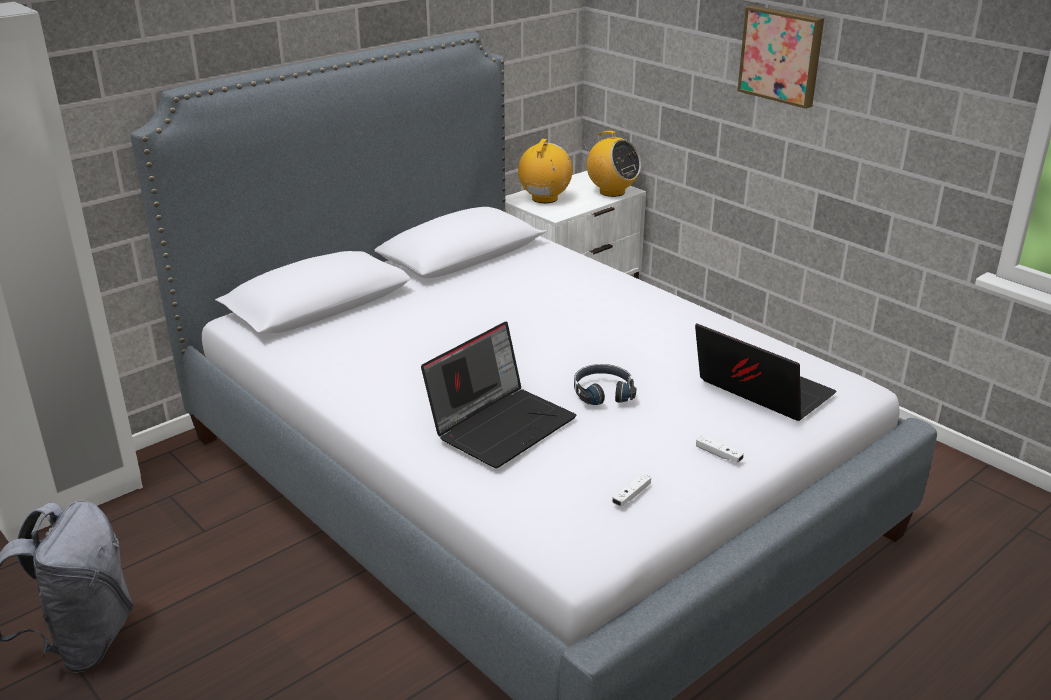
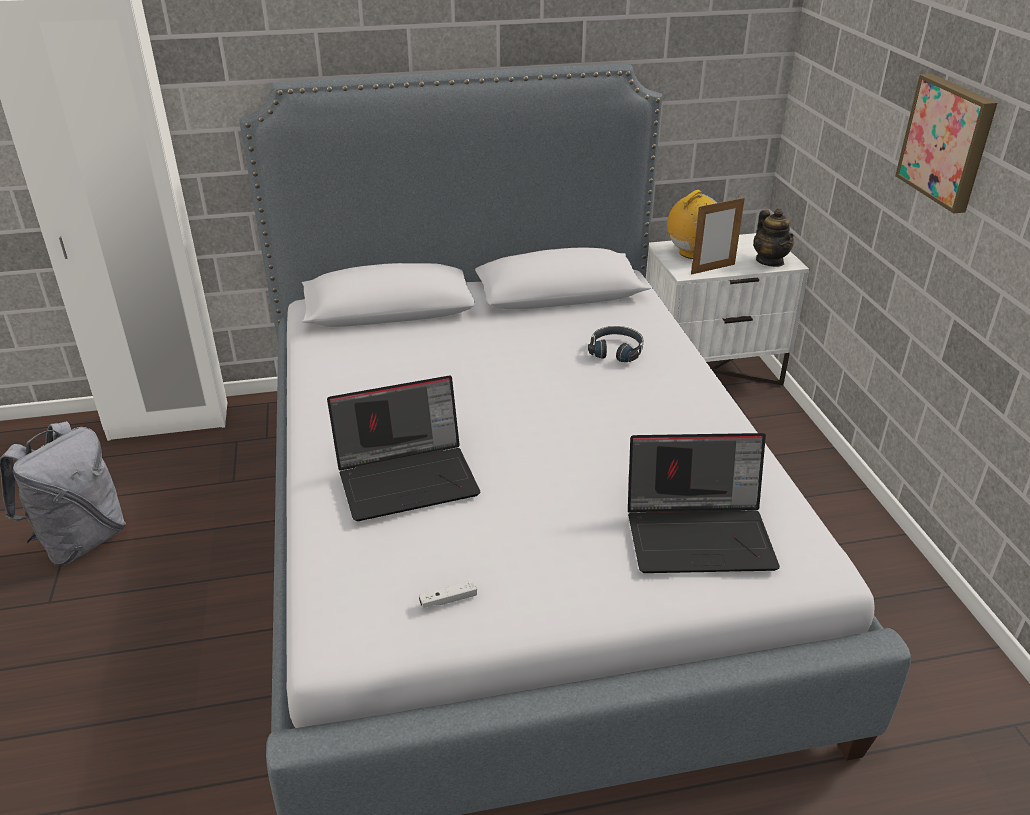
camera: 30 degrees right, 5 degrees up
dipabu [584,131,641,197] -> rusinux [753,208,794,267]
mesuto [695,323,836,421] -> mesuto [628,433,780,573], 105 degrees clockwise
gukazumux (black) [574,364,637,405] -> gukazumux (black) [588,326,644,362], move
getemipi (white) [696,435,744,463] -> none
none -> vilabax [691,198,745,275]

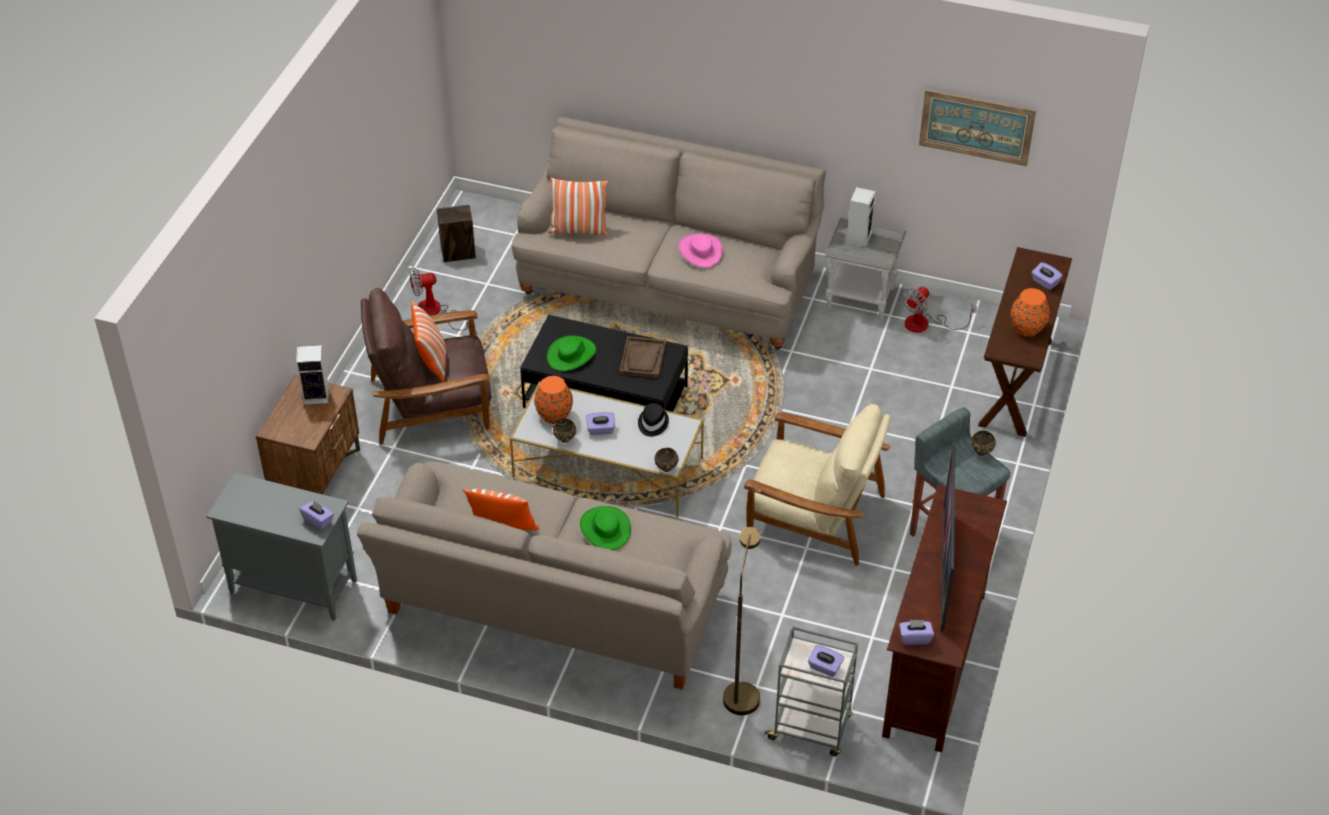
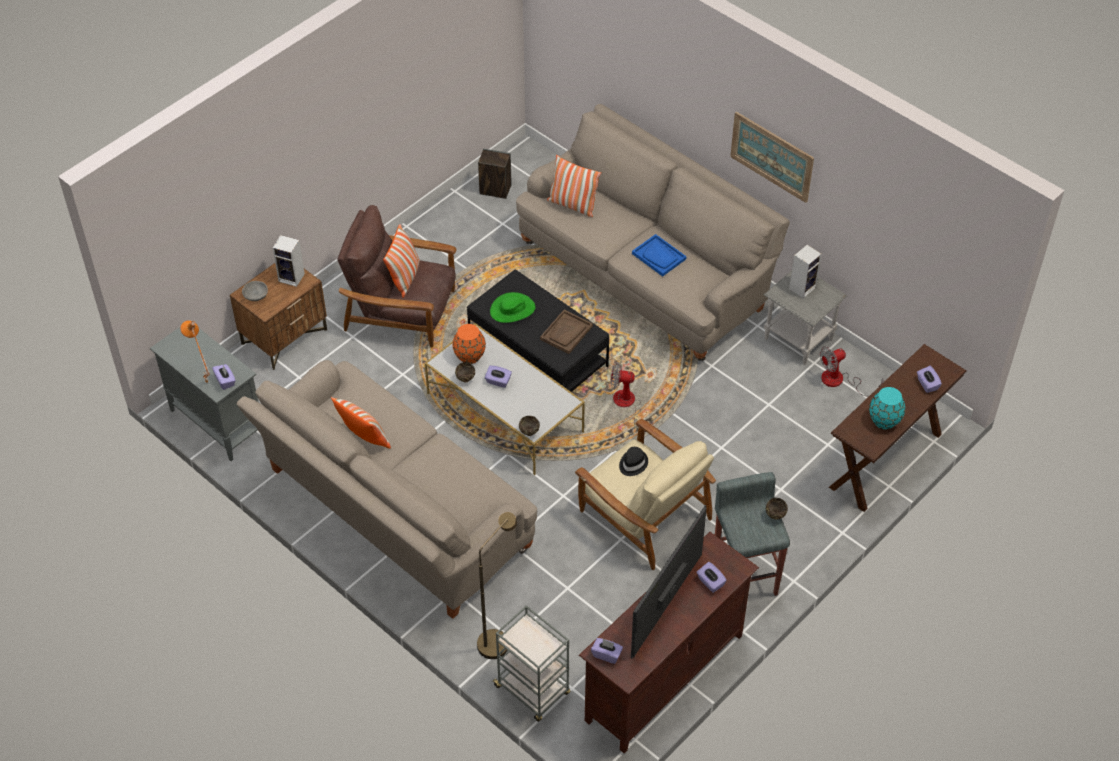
camera: 25 degrees right, 5 degrees up
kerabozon [919,89,1036,166] -> kerabozon [730,112,814,203], move
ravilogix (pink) [679,233,723,268] -> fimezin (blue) [632,234,687,277]
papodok [409,267,468,331] -> papodok [611,362,653,432], move
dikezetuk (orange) [1011,288,1050,337] -> dikezetuk (turquoise) [869,387,905,429]
ravilogix (black) [638,403,669,437] -> ravilogix (black) [619,447,648,476], move
ravilogix (green) [580,506,631,550] -> none
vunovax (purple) [808,645,844,677] -> vunovax (purple) [696,562,727,593], move
none -> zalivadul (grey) [242,281,268,301]
none -> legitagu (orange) [180,320,210,383]

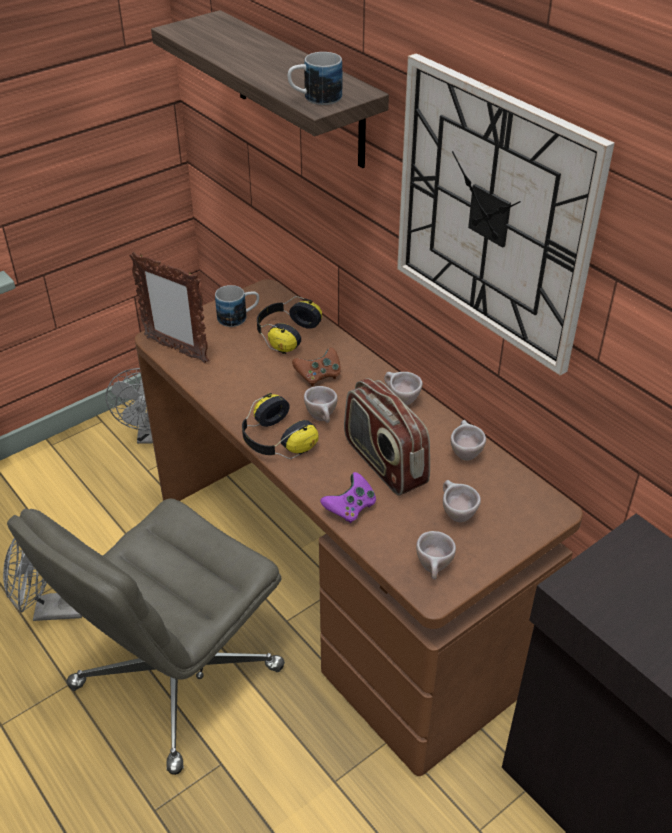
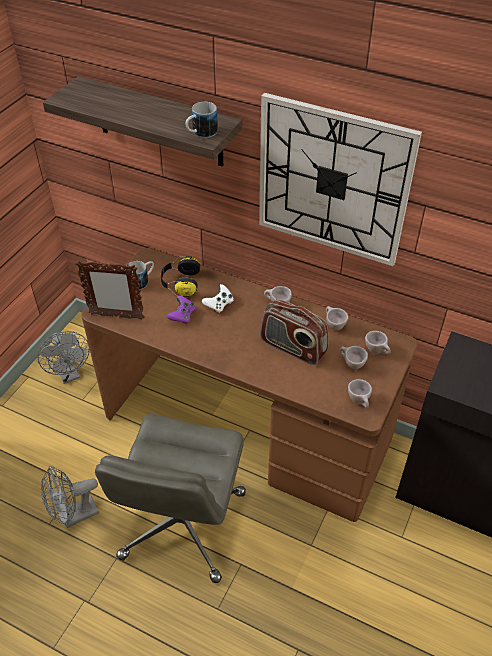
camera: 25 degrees left, 5 degrees up
getemipi (brown) [292,348,341,386] -> getemipi (white) [202,284,234,313]
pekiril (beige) [304,386,337,423] -> pekiril (beige) [365,331,391,354], move
gukazumux [242,393,318,459] -> none
getemipi (purple) [320,472,376,523] -> getemipi (purple) [167,296,196,324], move

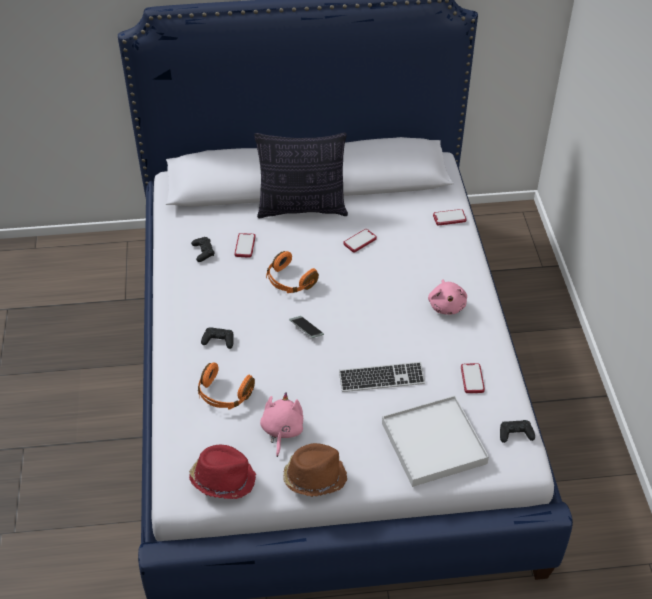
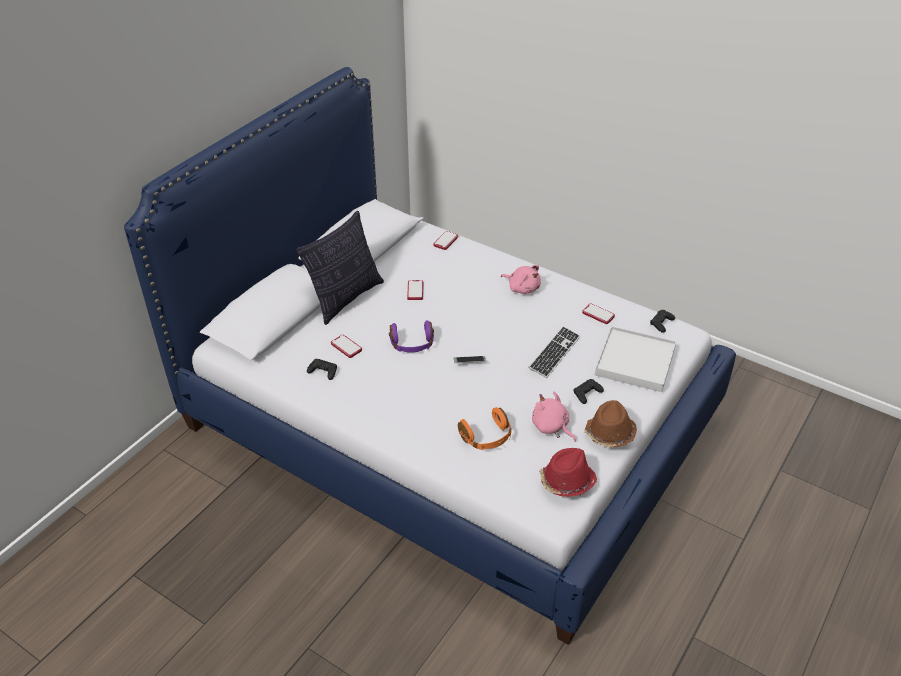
camera: 50 degrees left, 5 degrees down
gukazumux (orange) [266,251,319,293] -> gukazumux (purple) [389,320,434,353]
getemipi (black) [201,327,234,349] -> getemipi (black) [573,379,604,404], move

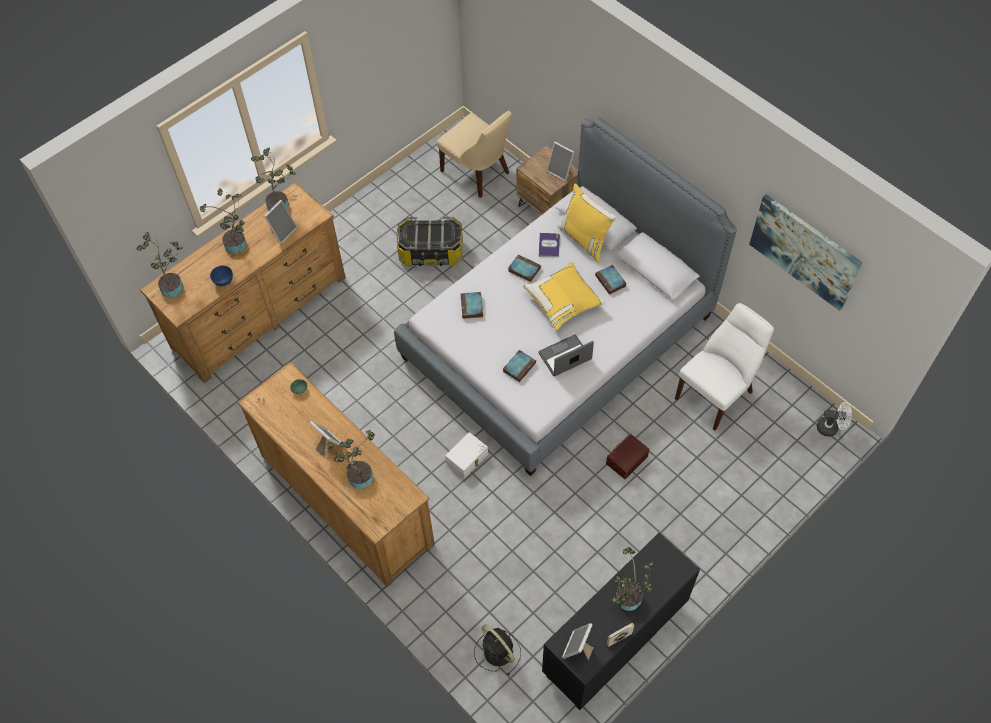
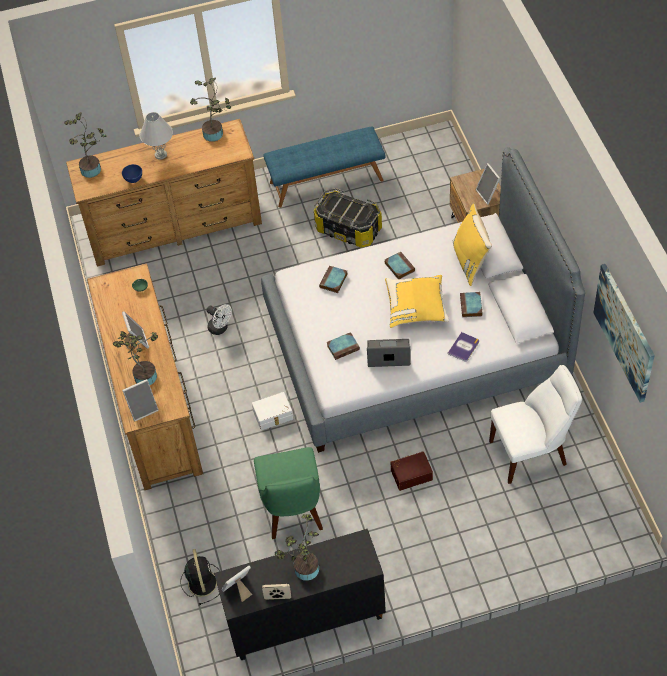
camera: 30 degrees right, 5 degrees down
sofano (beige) [437,110,512,198] -> none
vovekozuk [200,188,247,254] -> legitagu (white) [140,112,173,160]
vilabax [264,200,297,244] -> vilabax [122,379,159,422], move
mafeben [539,233,560,257] -> mafeben [448,332,479,361], move
papodok (white) [817,402,852,437] -> papodok (white) [206,304,232,335], move
none -> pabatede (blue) [263,126,386,208]
none -> sofano (green) [254,447,323,539]

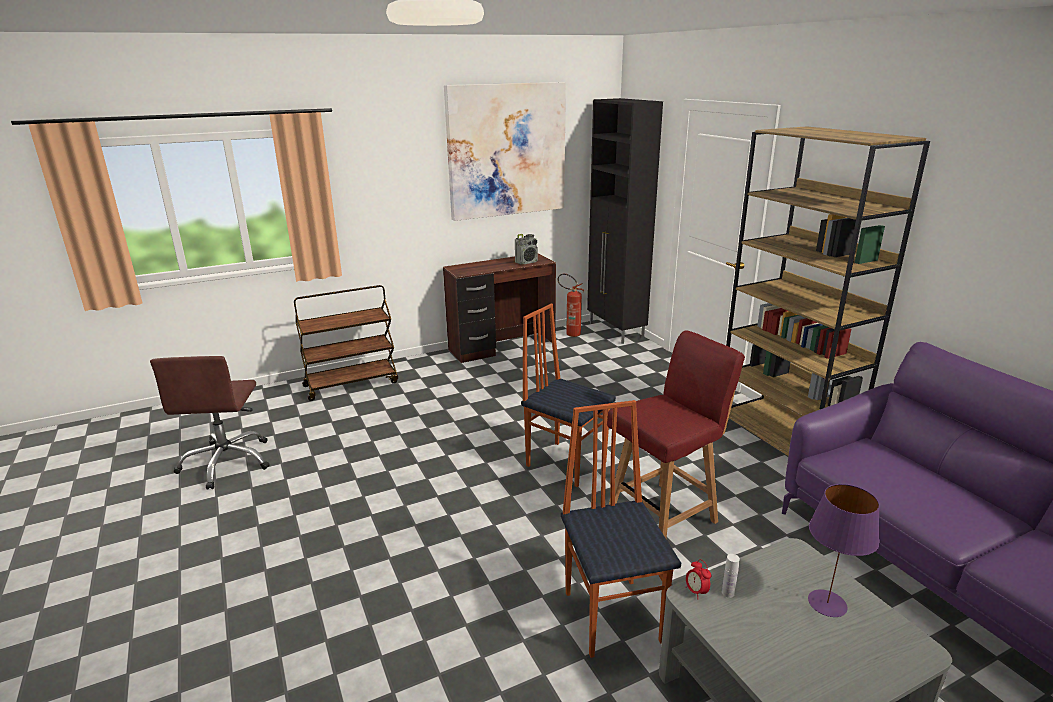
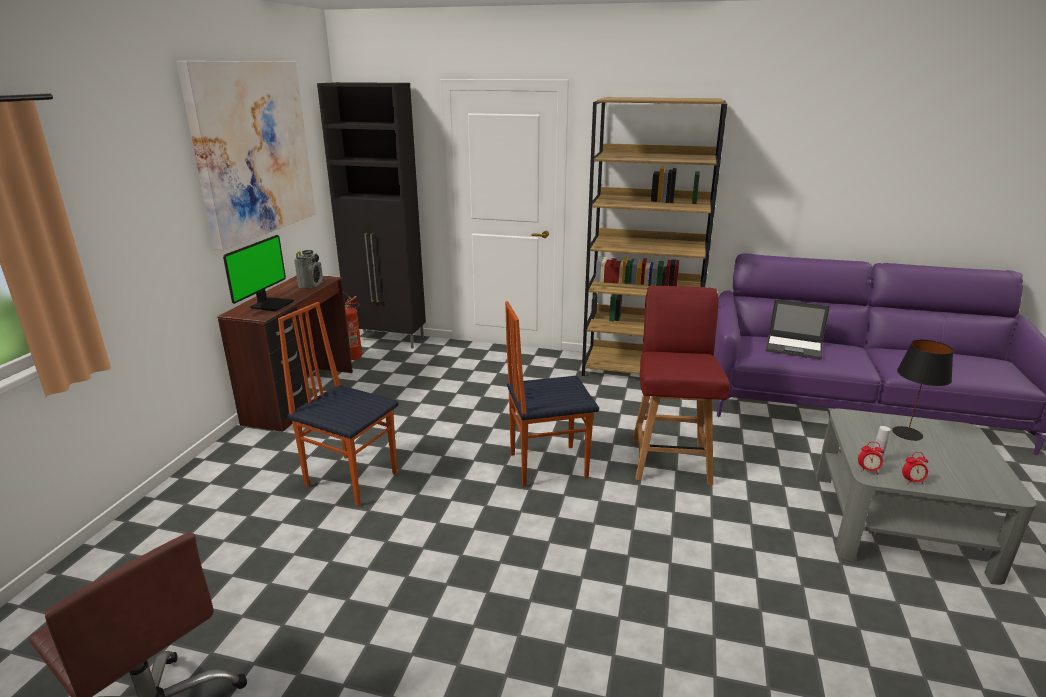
camera: 50 degrees left, 0 degrees up
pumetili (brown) [294,285,398,401] -> none
sofano [561,400,681,658] -> sofano [278,302,398,506], move
legitagu (purple) [808,484,880,617] -> legitagu (black) [892,340,953,441]
none -> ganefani [223,235,294,311]
none -> mesuto [766,299,830,360]
none -> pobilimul [902,452,928,484]

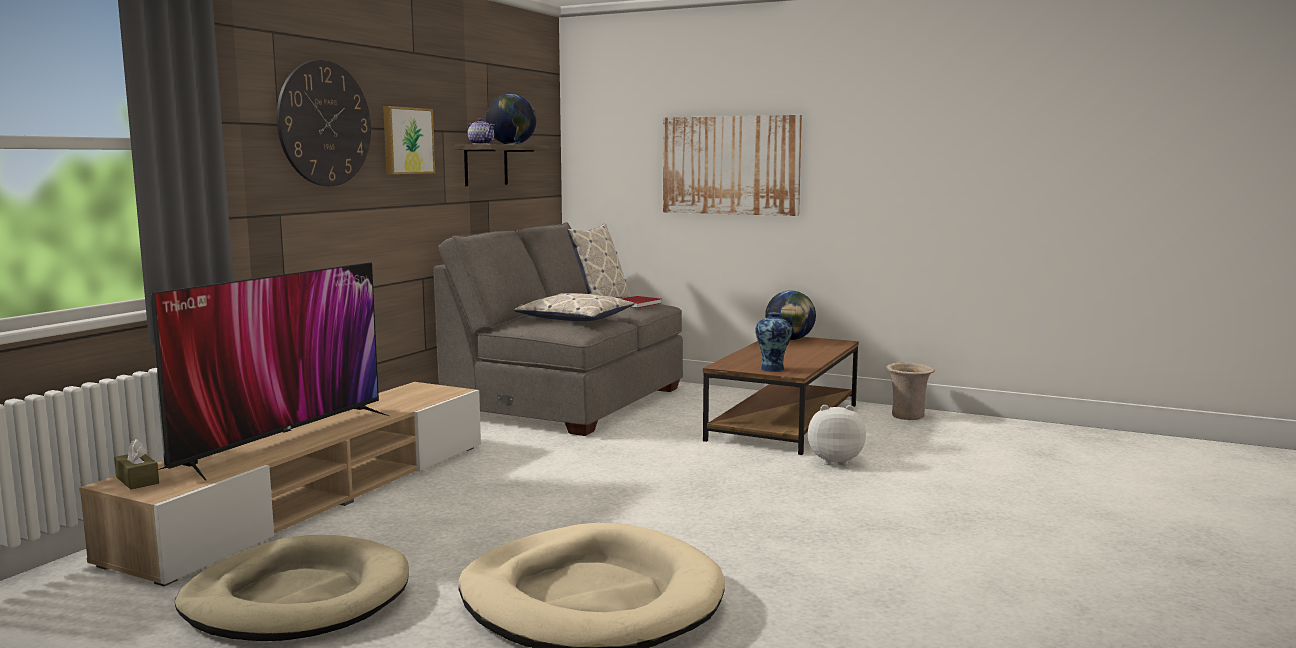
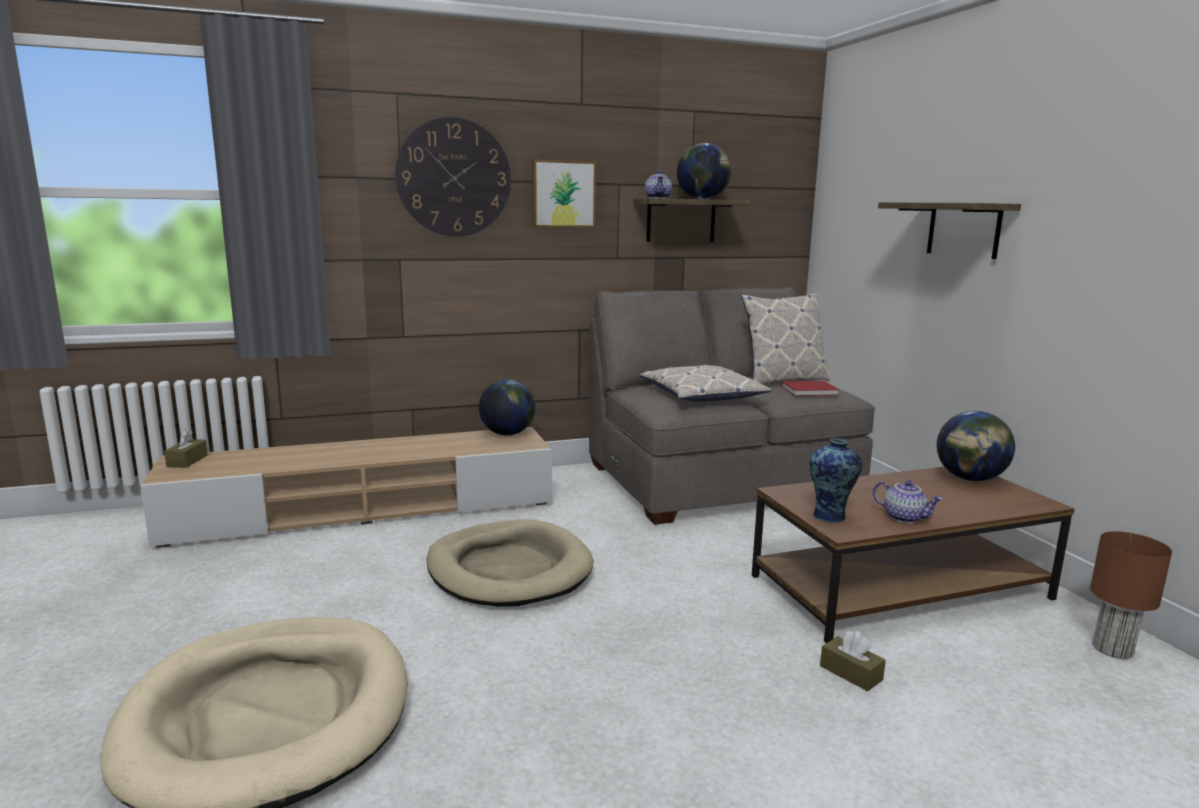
camera: 45 degrees right, 5 degrees up
kerabozon [663,115,802,216] -> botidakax [878,202,1021,259]
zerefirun [151,262,389,481] -> none
dikezetuk (beige) [886,362,935,420] -> legitagu (brown) [1090,531,1172,659]
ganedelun [808,405,866,466] -> vunovax (brown) [820,631,886,691]
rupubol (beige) [175,535,409,641] -> rupubol (beige) [427,519,594,607], move
none -> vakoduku [479,380,535,435]
none -> rusinux [873,480,943,523]

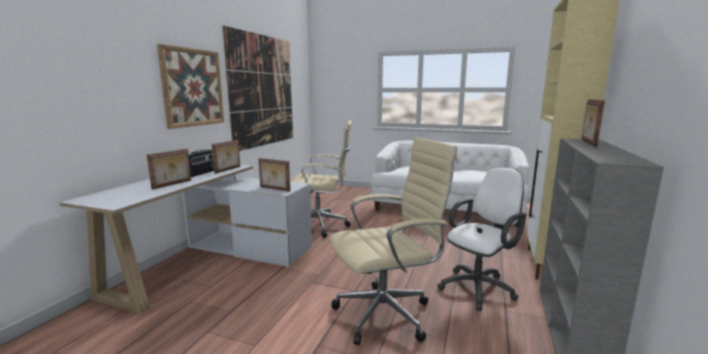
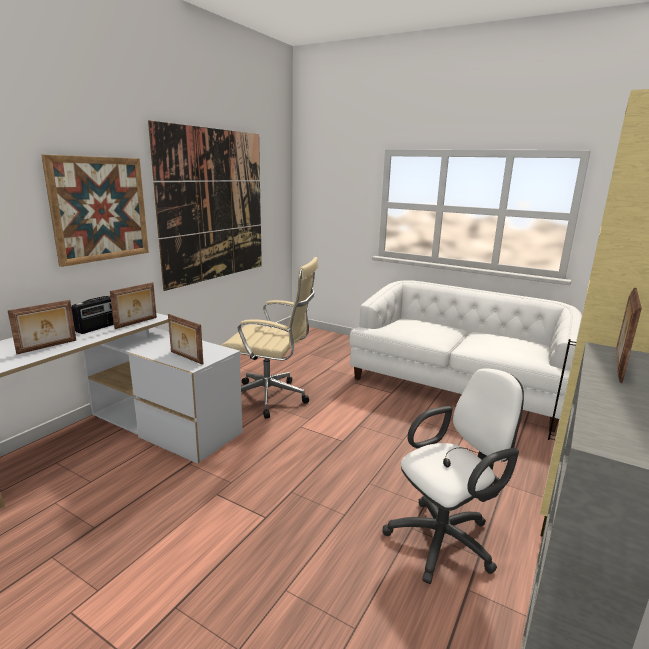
camera: 10 degrees right, 5 degrees up
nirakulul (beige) [330,137,457,345] -> none

